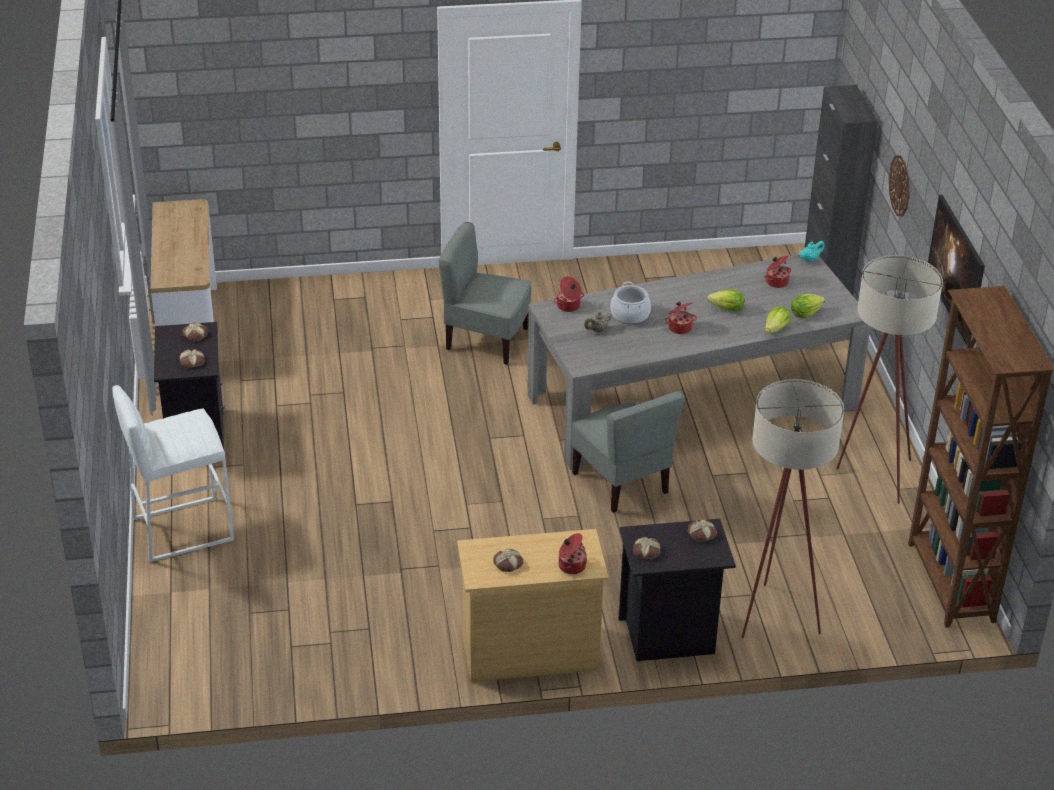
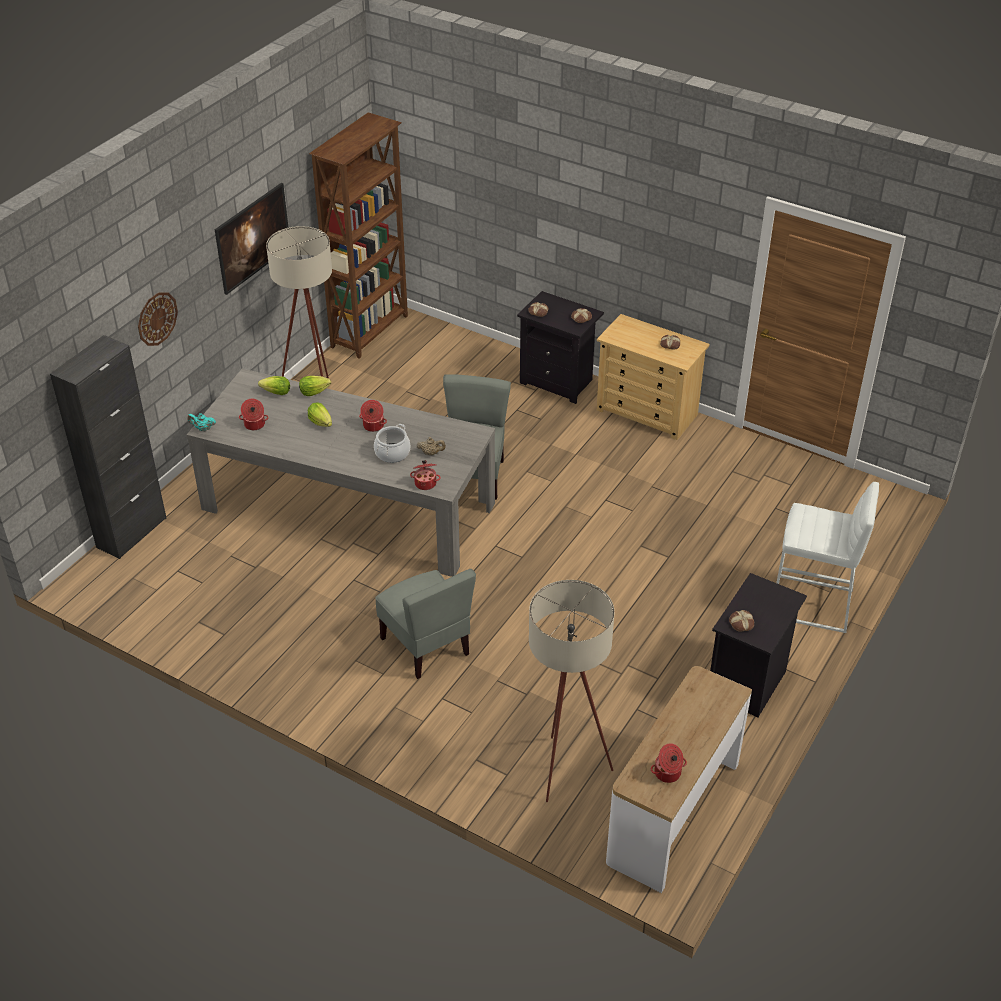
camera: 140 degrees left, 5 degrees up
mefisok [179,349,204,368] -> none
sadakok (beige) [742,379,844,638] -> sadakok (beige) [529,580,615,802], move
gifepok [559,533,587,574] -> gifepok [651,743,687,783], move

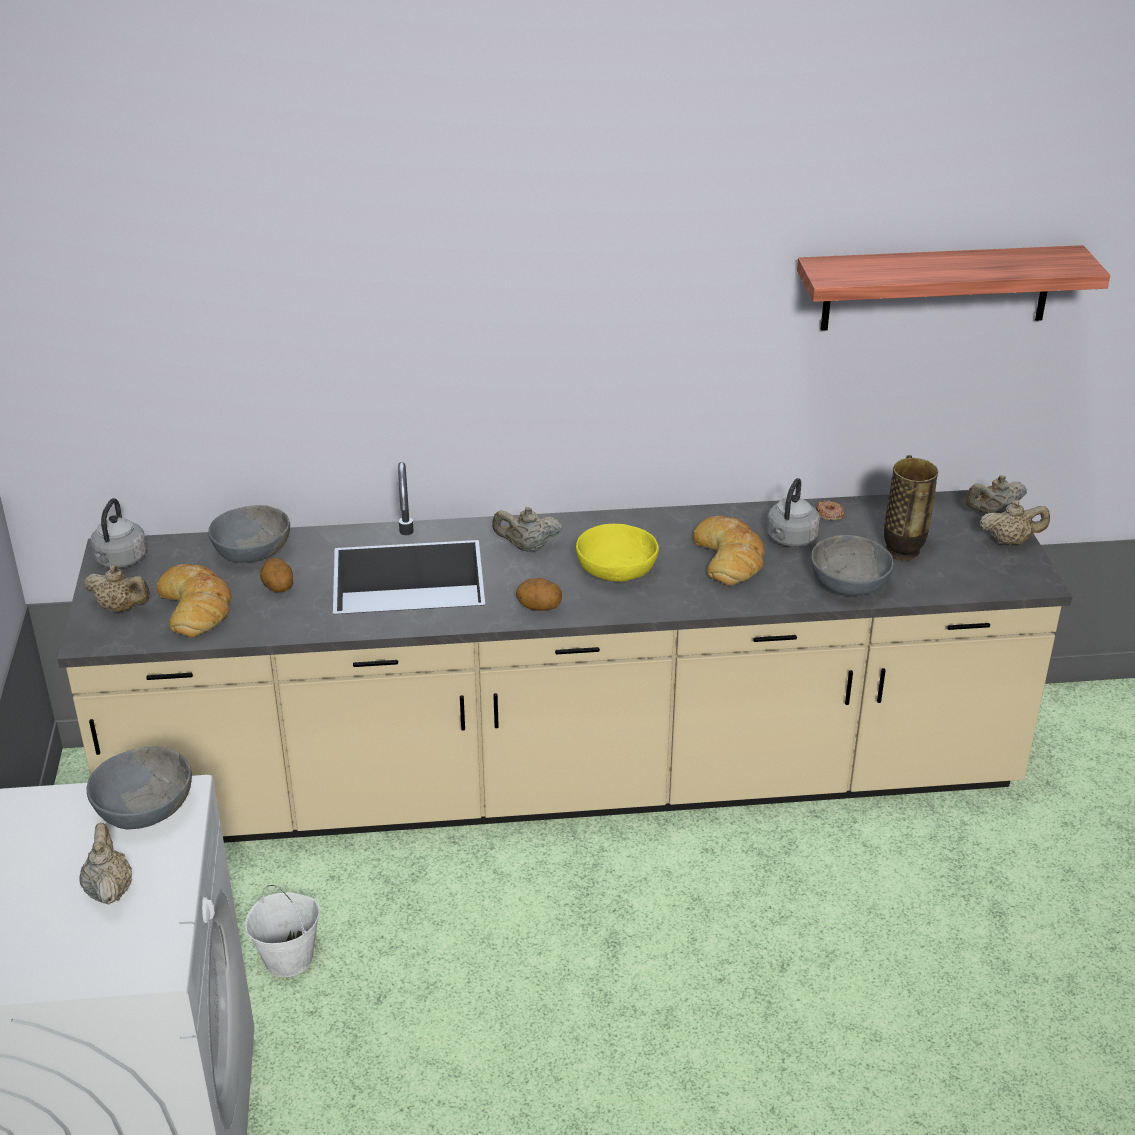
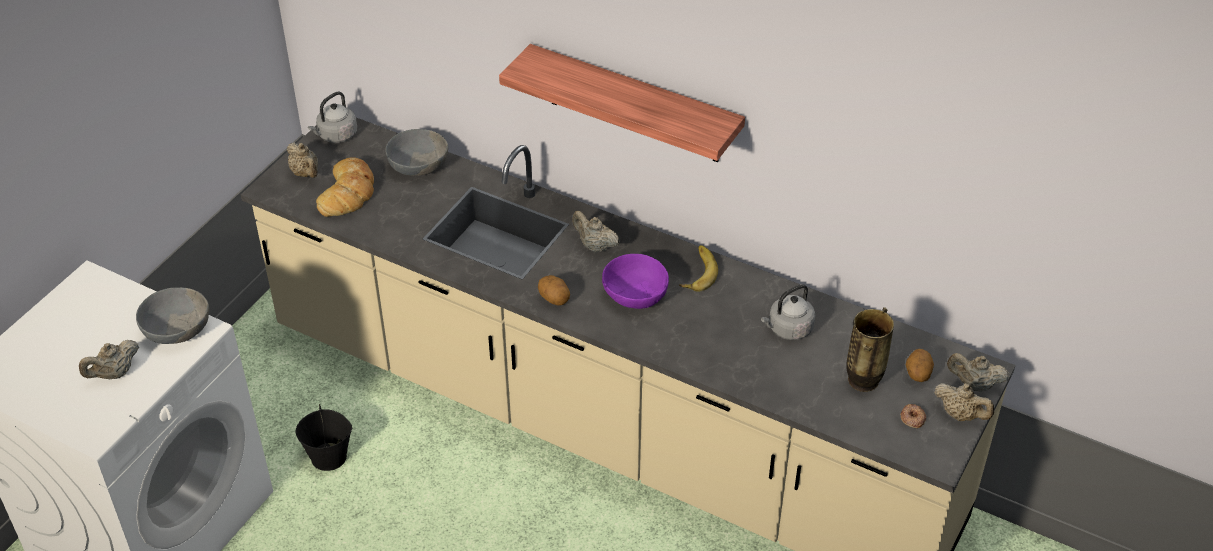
camera: 35 degrees right, 10 degrees up
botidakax [797,245,1110,331] -> botidakax [499,44,745,162], move
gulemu [816,500,844,520] -> gulemu [900,404,926,428], move
mefisok [693,516,765,586] -> none
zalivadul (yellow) [576,524,659,582] -> zalivadul (purple) [602,254,669,309]
zalivadul (grey) [811,535,894,596] -> none
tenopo [260,558,293,592] -> tenopo [906,349,934,382], move
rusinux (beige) [80,823,132,904] -> rusinux (beige) [79,340,139,379], 150 degrees counterclockwise
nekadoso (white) [245,885,320,978] -> nekadoso (black) [295,404,353,471]
none -> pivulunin [679,245,718,292]

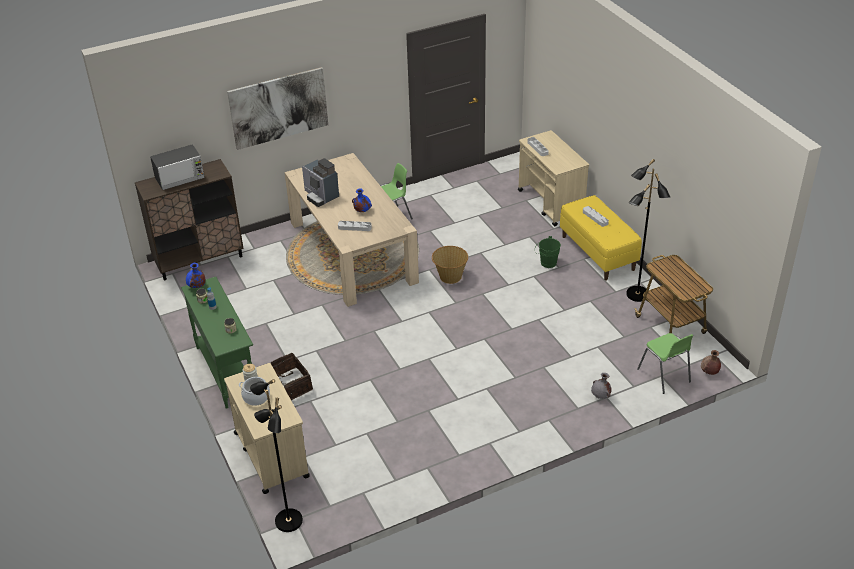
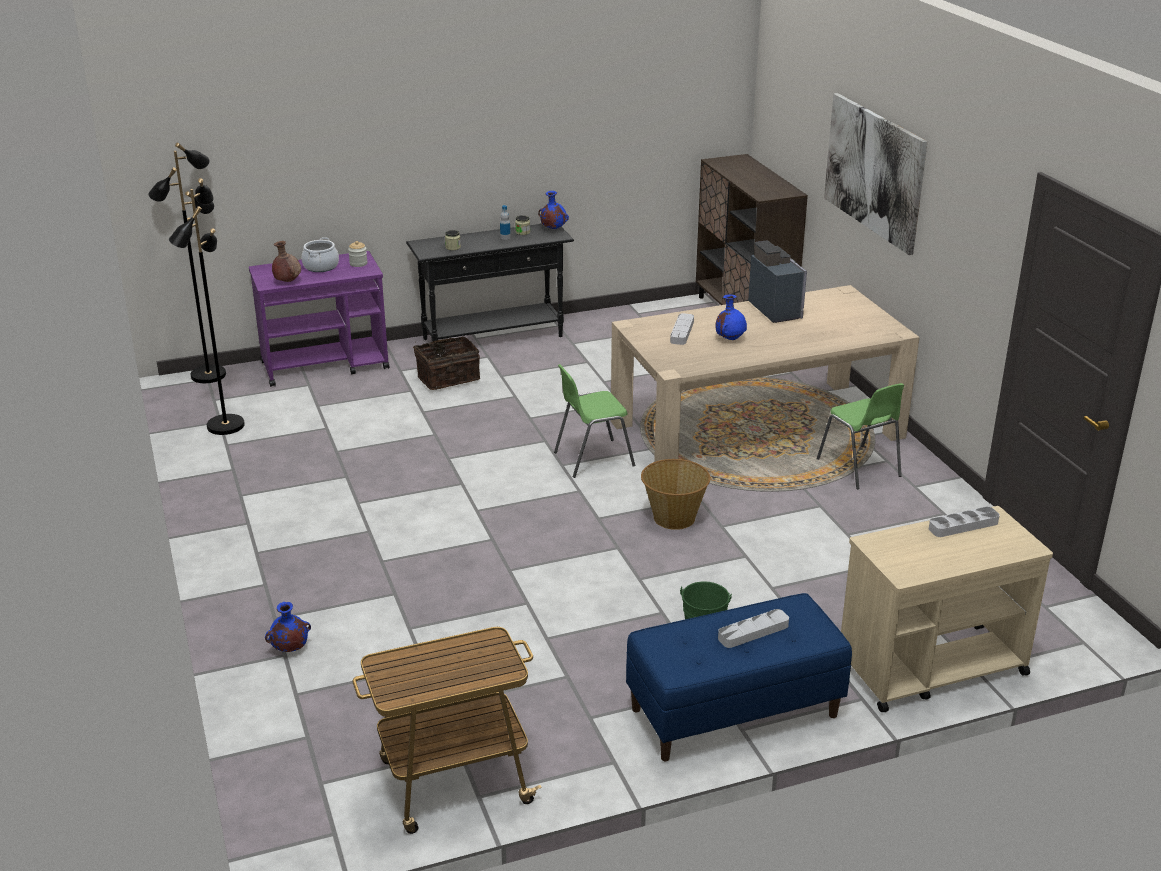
camera: 95 degrees right, 10 degrees down
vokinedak [150,144,205,190] -> none
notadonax [302,158,339,207] -> notadonax [748,240,807,323], 105 degrees clockwise
sadakok (black) [626,159,670,302] -> sadakok (black) [169,178,245,435], move
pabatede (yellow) [560,195,642,280] -> pabatede (blue) [626,593,852,761]
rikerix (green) [181,277,253,409] -> rikerix (black) [406,224,574,355]
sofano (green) [637,333,694,394] -> sofano (green) [554,364,635,478], move
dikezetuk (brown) [701,350,721,375] -> dikezetuk (brown) [272,241,301,282], move
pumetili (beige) [224,363,309,494] -> pumetili (purple) [249,251,389,387]
dikezetuk (grey) [591,373,611,399] -> dikezetuk (blue) [265,602,311,652]

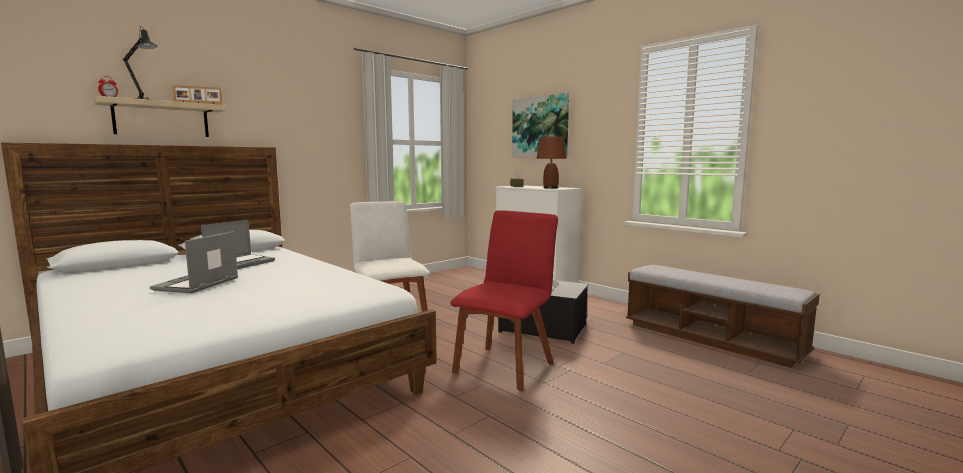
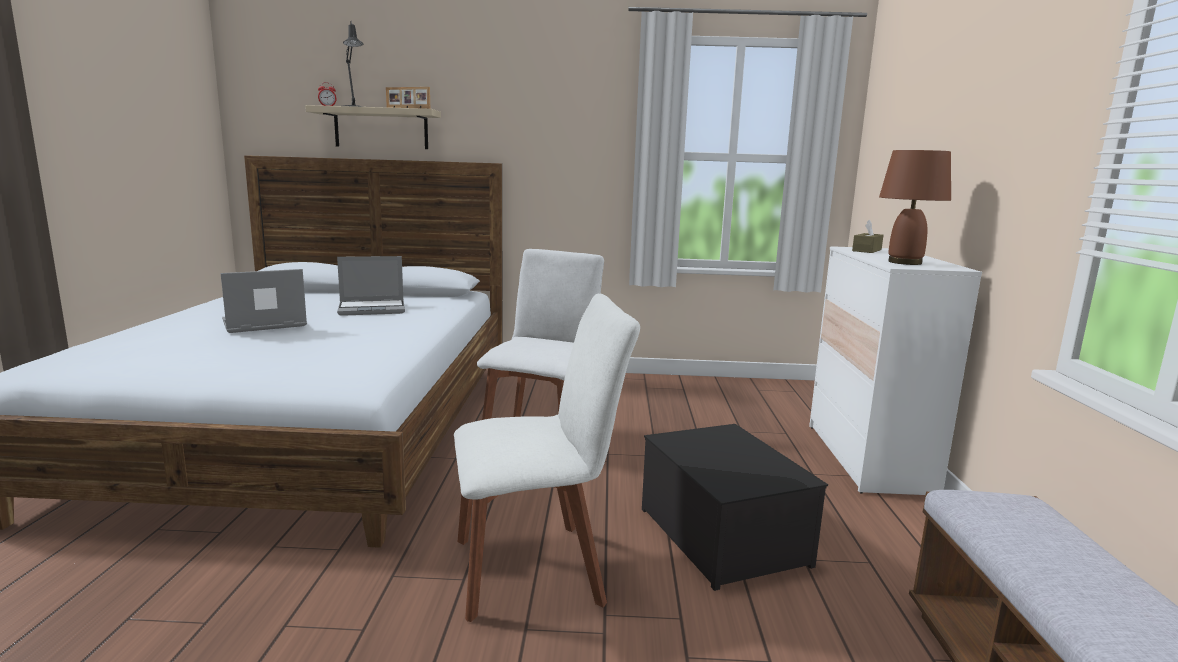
camera: 45 degrees right, 5 degrees up
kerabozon [512,93,569,157] -> none
sofano (red) [450,210,558,391] -> sofano (white) [454,293,640,622]

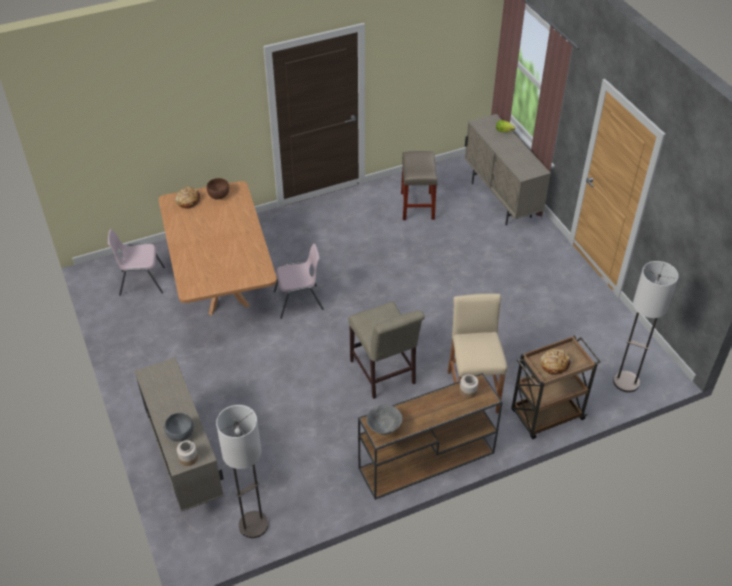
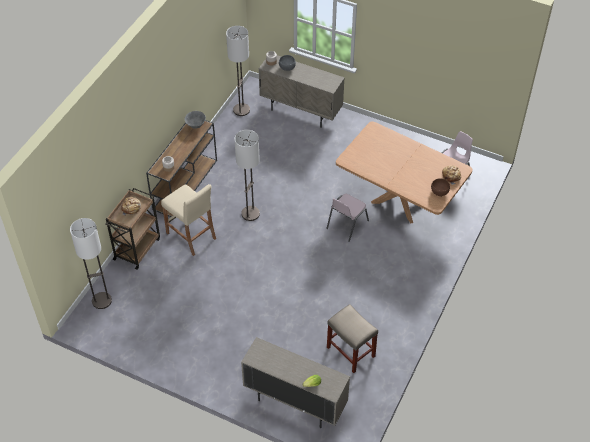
camera: 140 degrees right, 5 degrees up
sofano (beige) [348,301,425,399] -> sadakok [234,130,260,221]

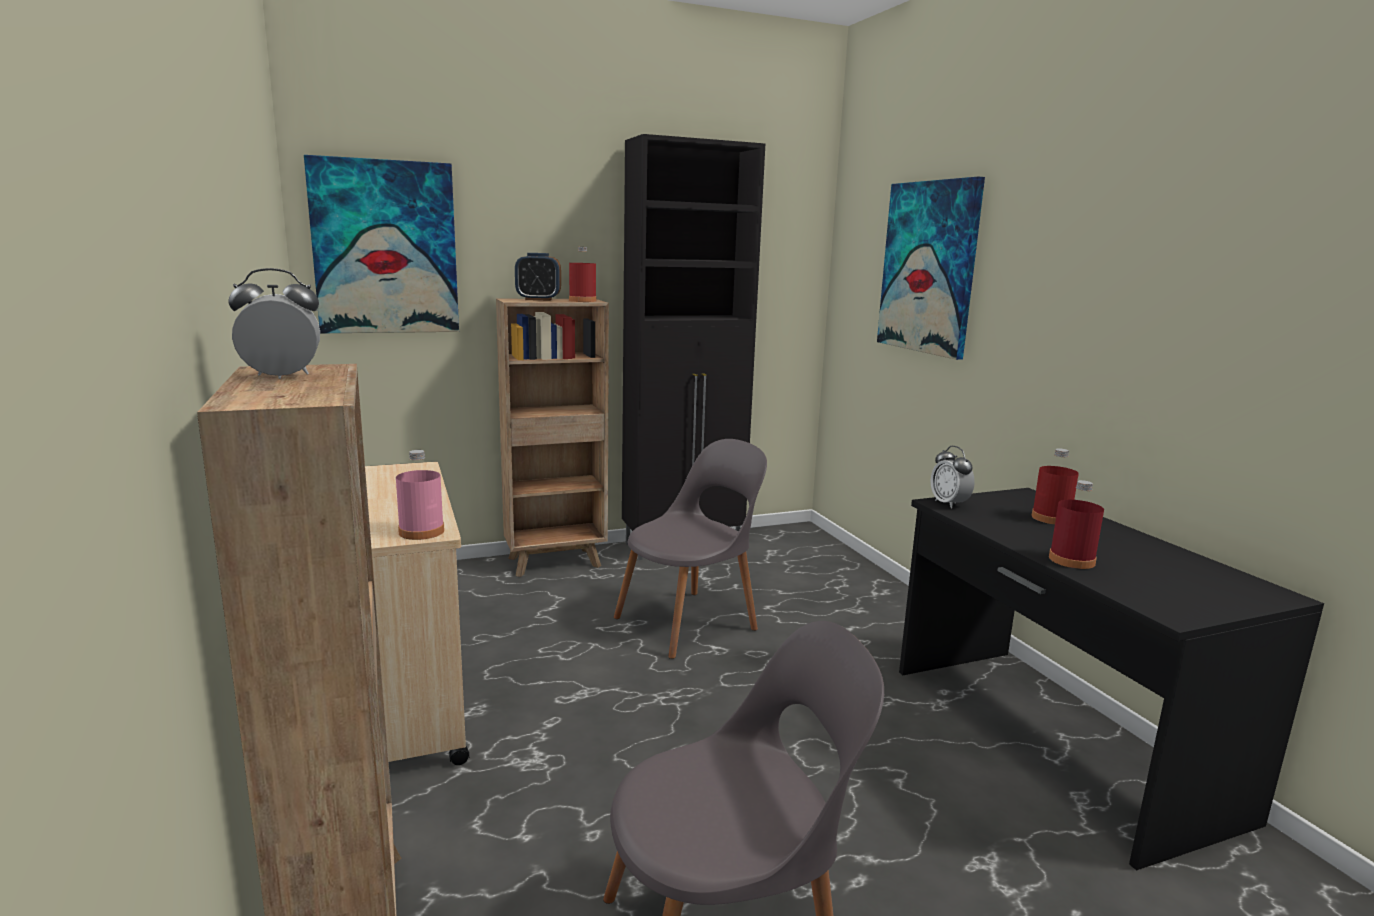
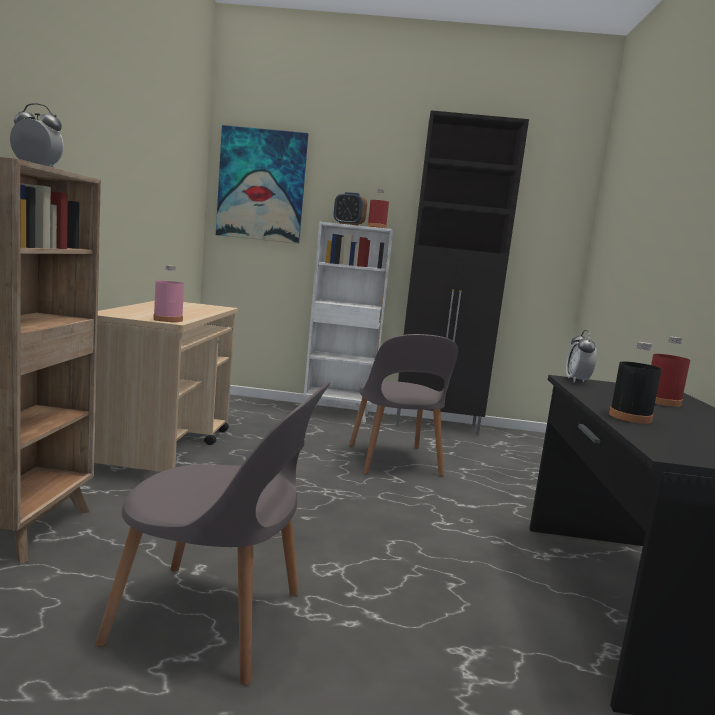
camera: 25 degrees right, 5 degrees down
kerabozon [877,177,985,360] -> none
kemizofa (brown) [496,299,609,577] -> kemizofa (white) [304,222,393,423]
sofano (grey) [614,439,767,659] -> sofano (grey) [349,334,458,476], 90 degrees clockwise
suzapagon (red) [1049,480,1104,569] -> suzapagon (black) [609,342,662,424]

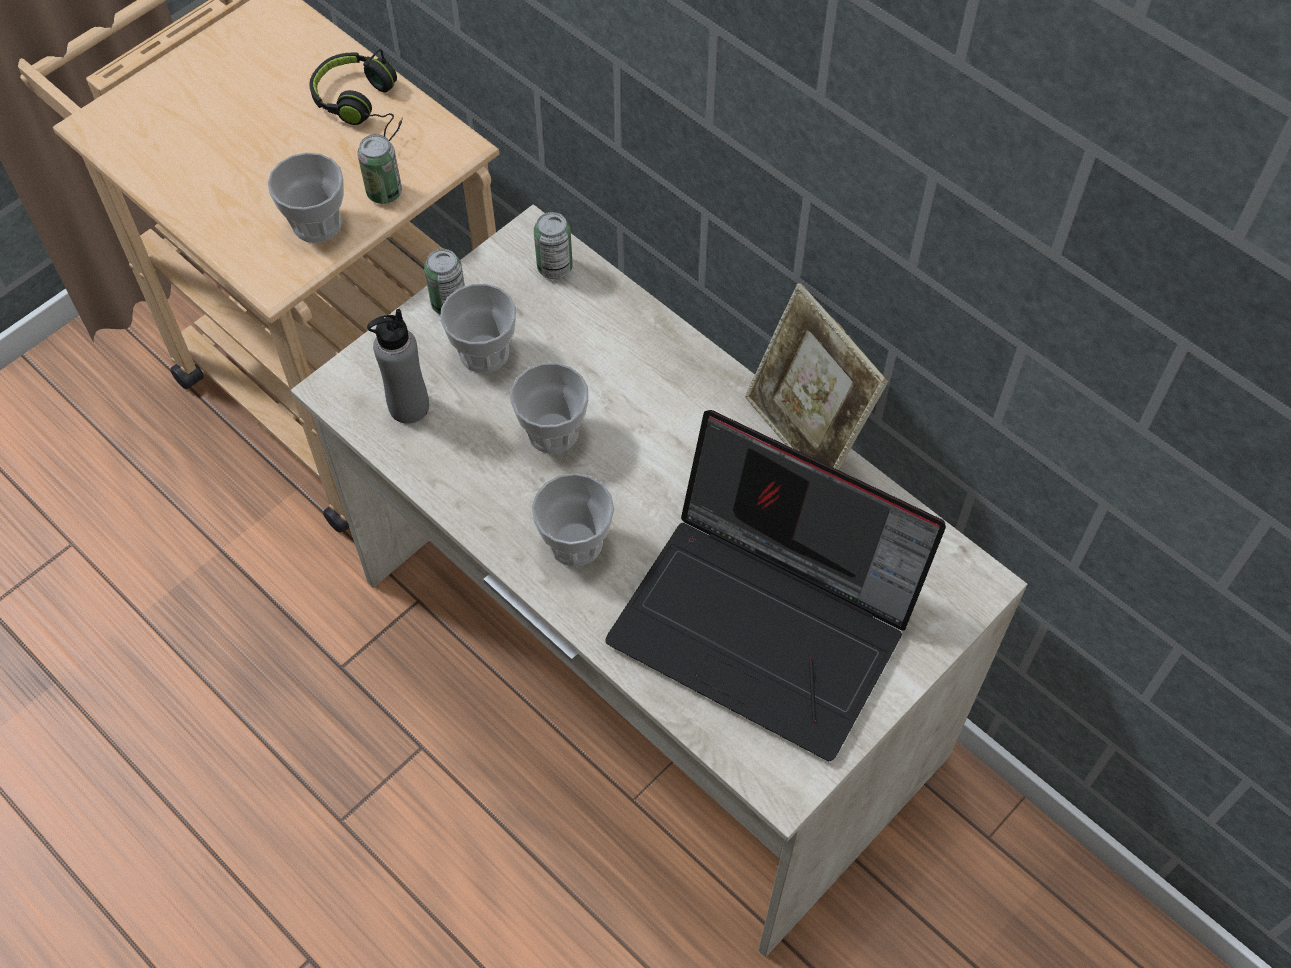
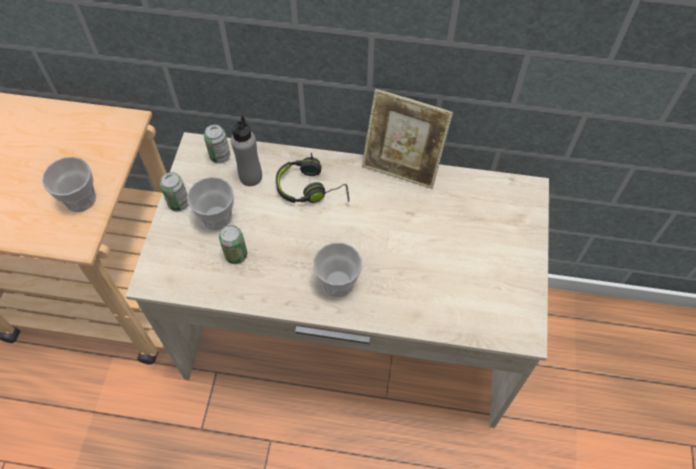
camera: 35 degrees left, 0 degrees up
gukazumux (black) [309,49,403,141] -> gukazumux (black) [276,153,349,203], move
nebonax [358,134,402,204] -> nebonax [219,225,247,264], move
suzapagon (grey) [367,309,429,424] -> suzapagon (grey) [231,116,262,186], move
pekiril [510,363,588,454] -> none
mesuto [605,410,946,761] -> none

